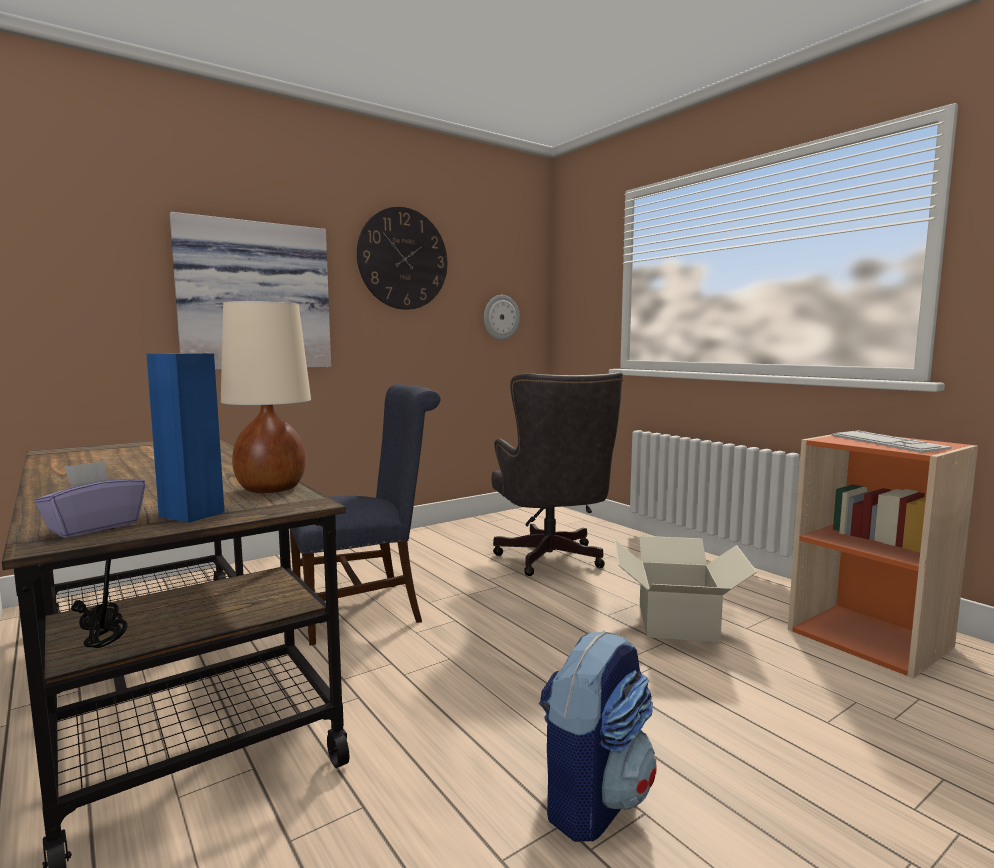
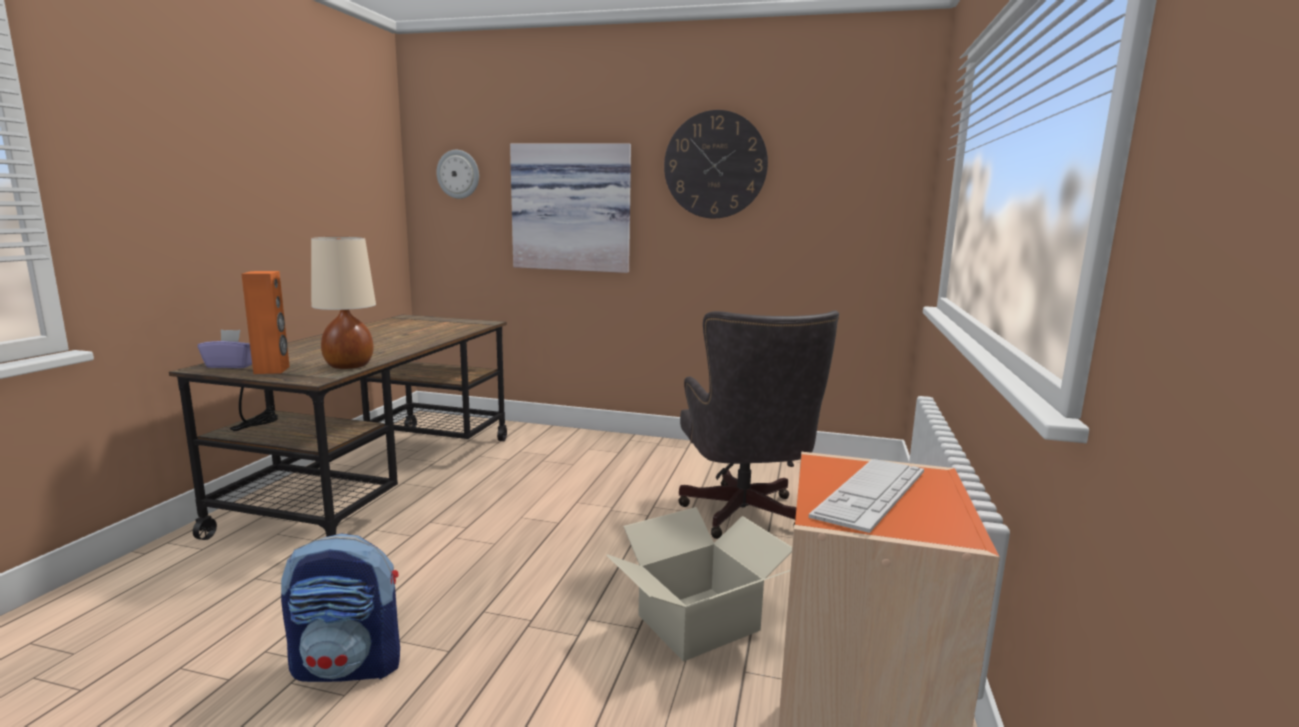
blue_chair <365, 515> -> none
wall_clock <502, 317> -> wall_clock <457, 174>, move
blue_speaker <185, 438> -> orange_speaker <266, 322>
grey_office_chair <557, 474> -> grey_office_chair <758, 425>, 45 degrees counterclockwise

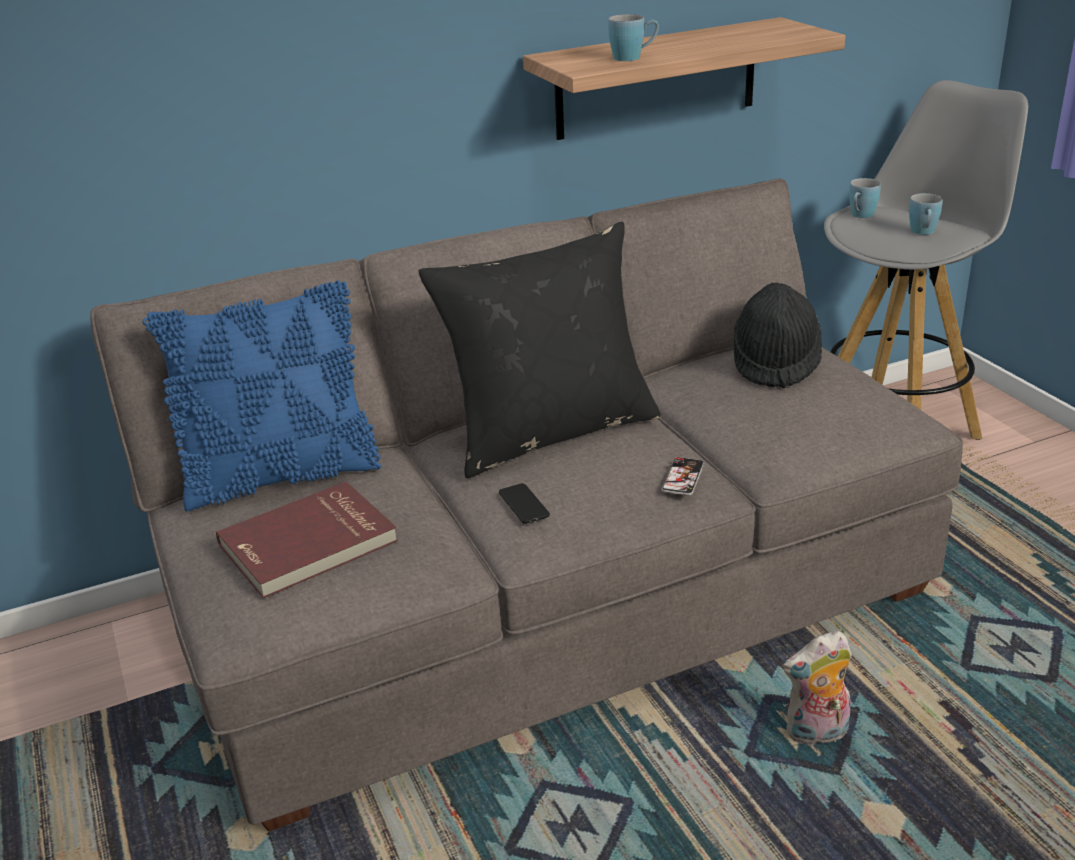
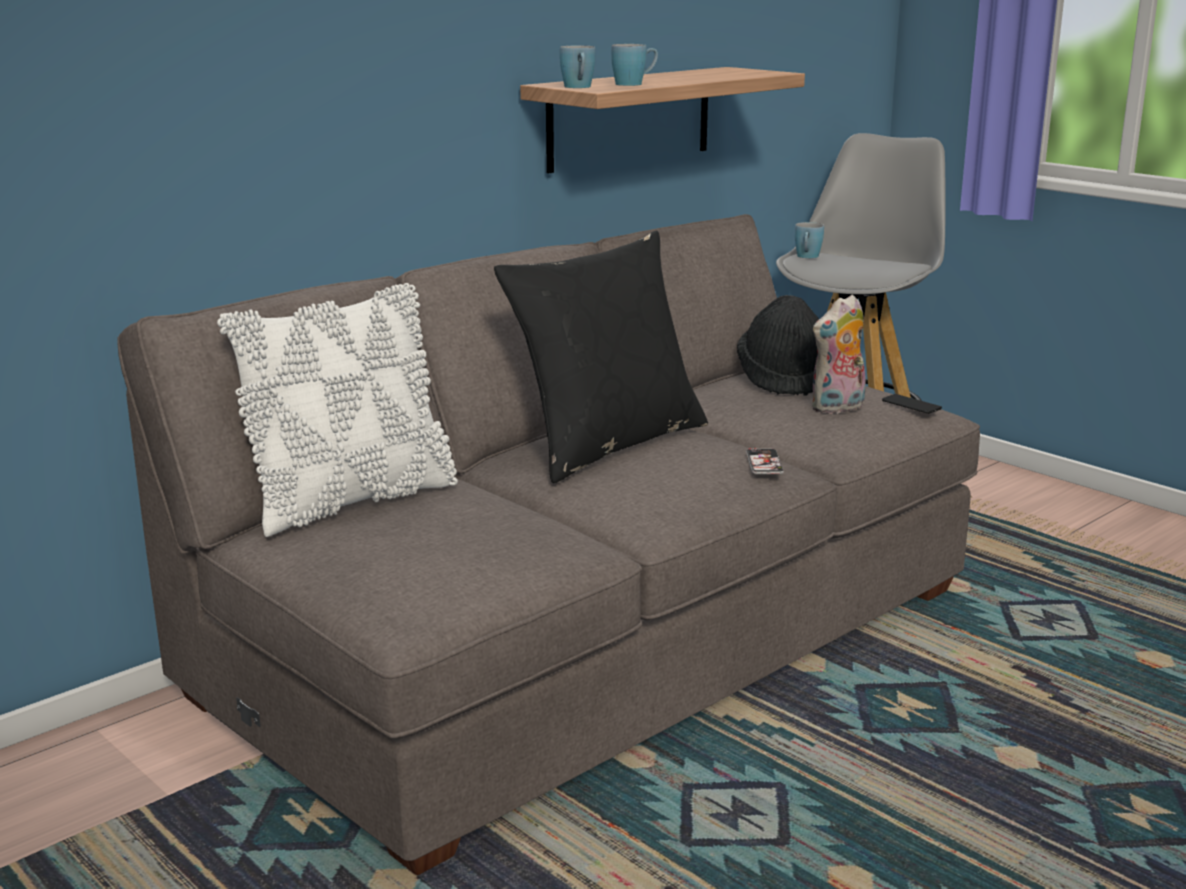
red_book <307, 540> -> none
phone <524, 503> -> phone <912, 404>, move
plush_toy <817, 688> -> plush_toy <838, 354>, move
blue_mug <926, 214> -> blue_mug <577, 66>, move
blue_pillow <261, 396> -> white_pillow <337, 410>

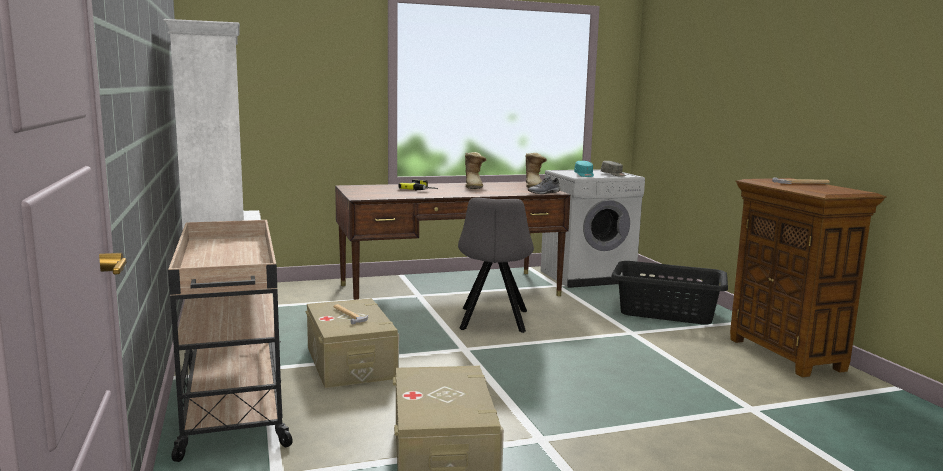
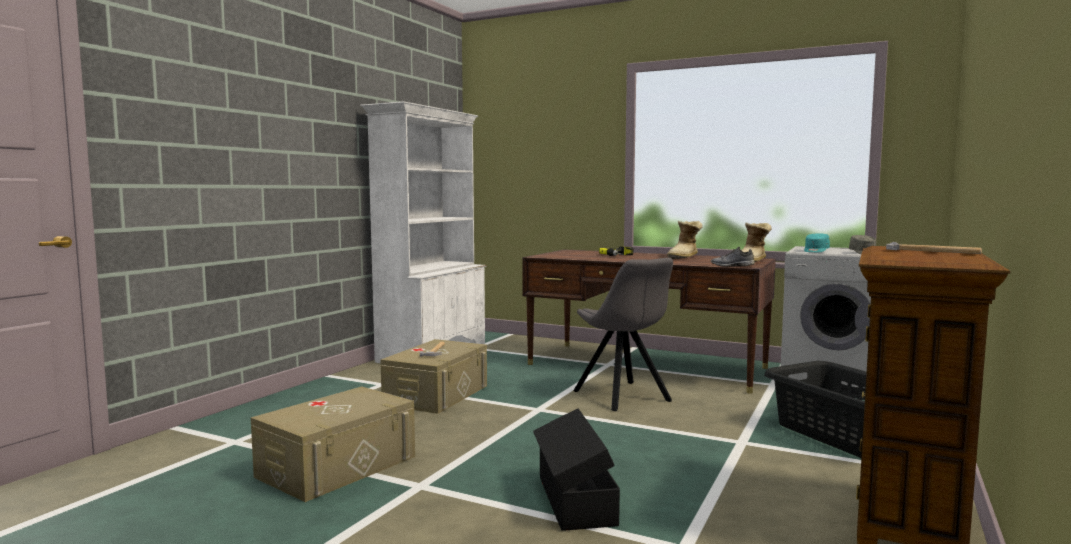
beige_cart <230, 341> -> none
none -> black_storage_box <576, 470>
grey_chair <496, 265> -> grey_chair <623, 334>, 75 degrees counterclockwise

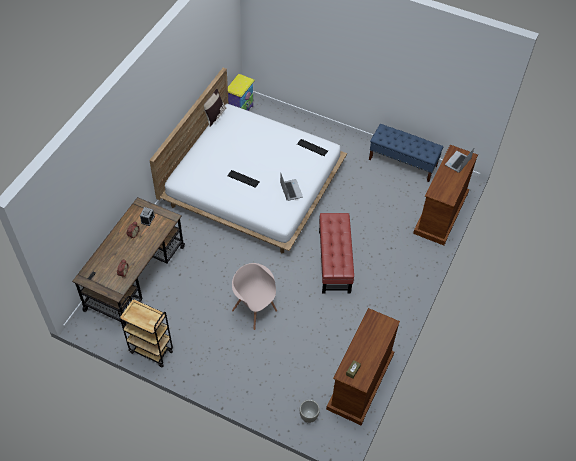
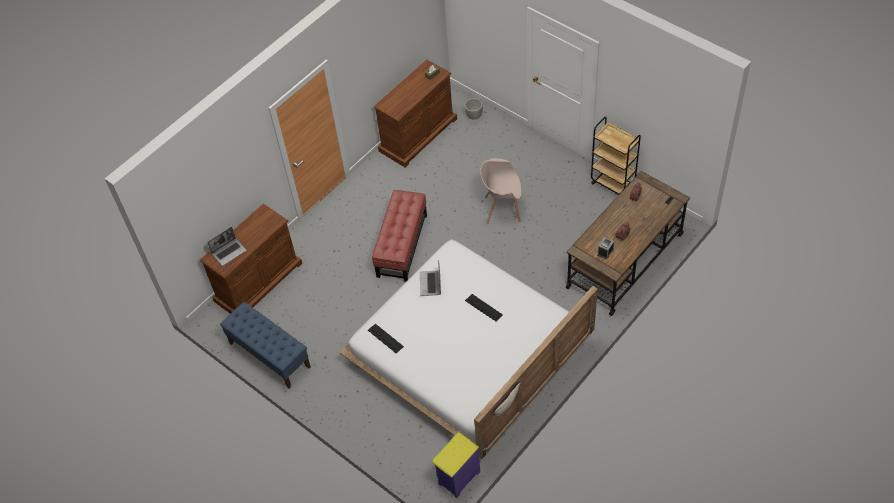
beige_chair <254, 296> -> beige_chair <500, 191>, 120 degrees clockwise

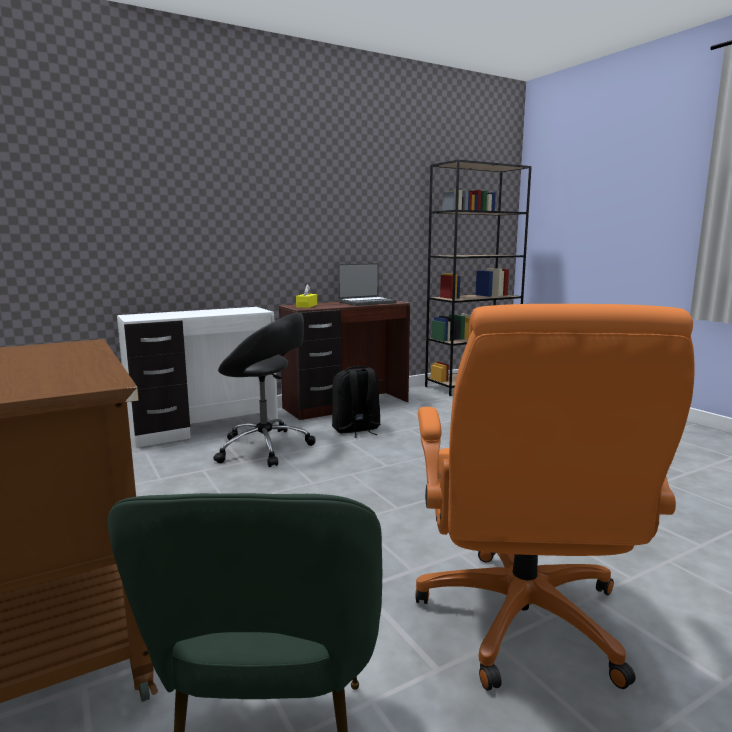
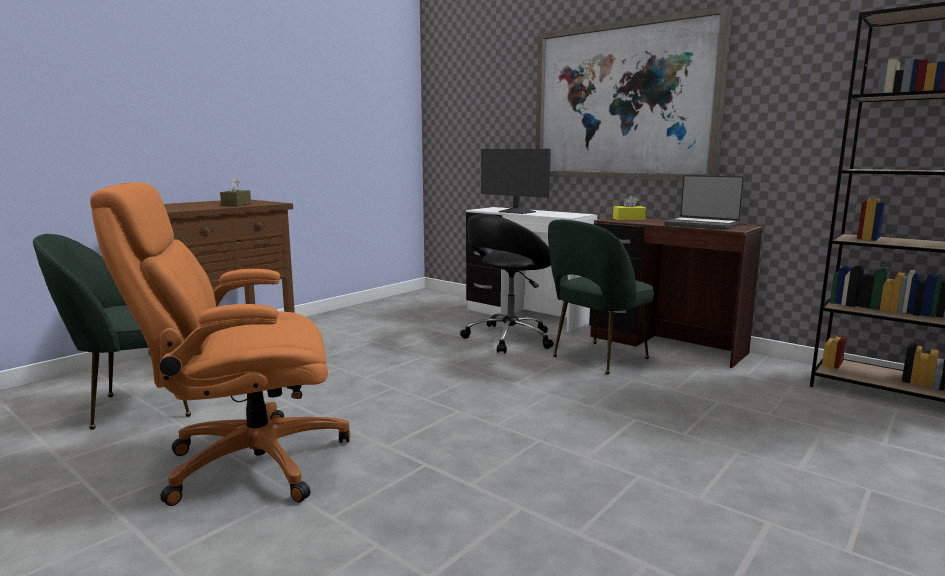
none -> brown_tissue_box <235, 192>
none -> monitor <516, 181>
none -> picture <633, 92>
black_backpack <356, 402> -> green_chair <601, 297>
black_office_chair <264, 389> -> black_office_chair <507, 283>, 45 degrees clockwise

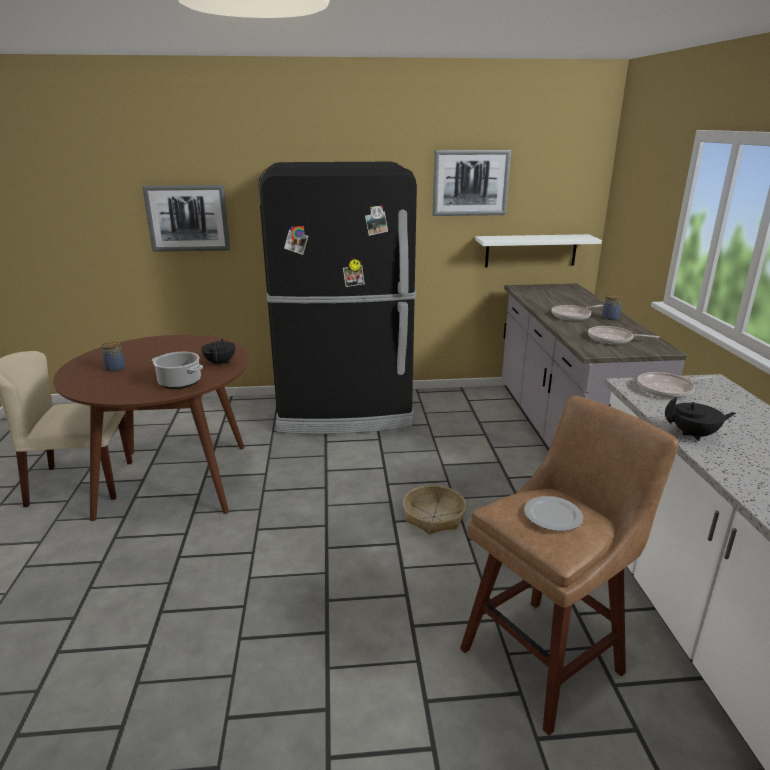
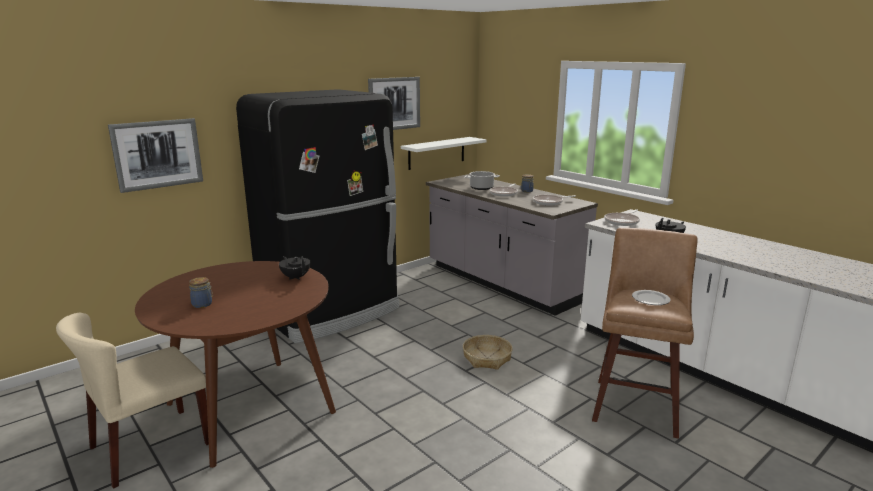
cooking_pot <177, 370> -> cooking_pot <482, 180>, move

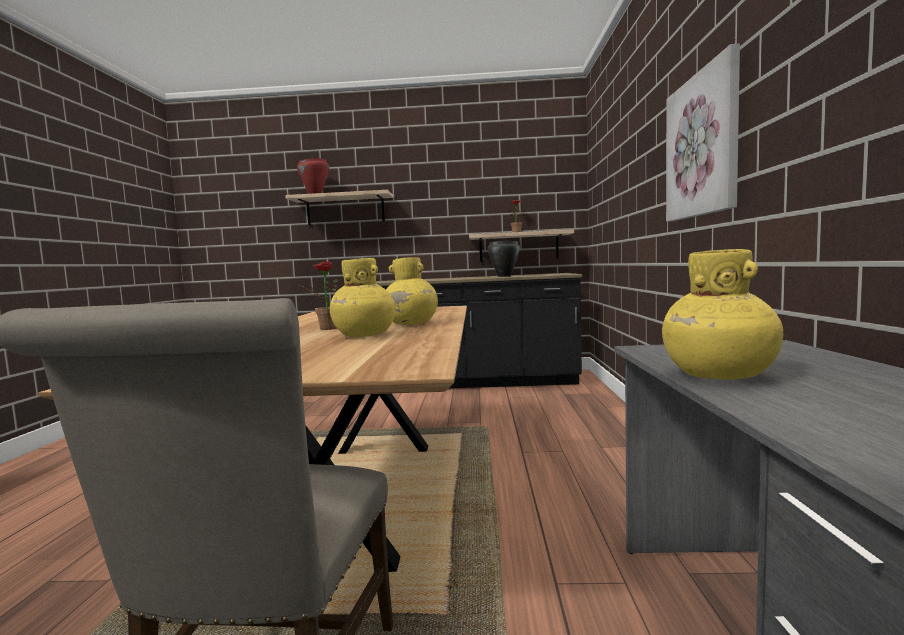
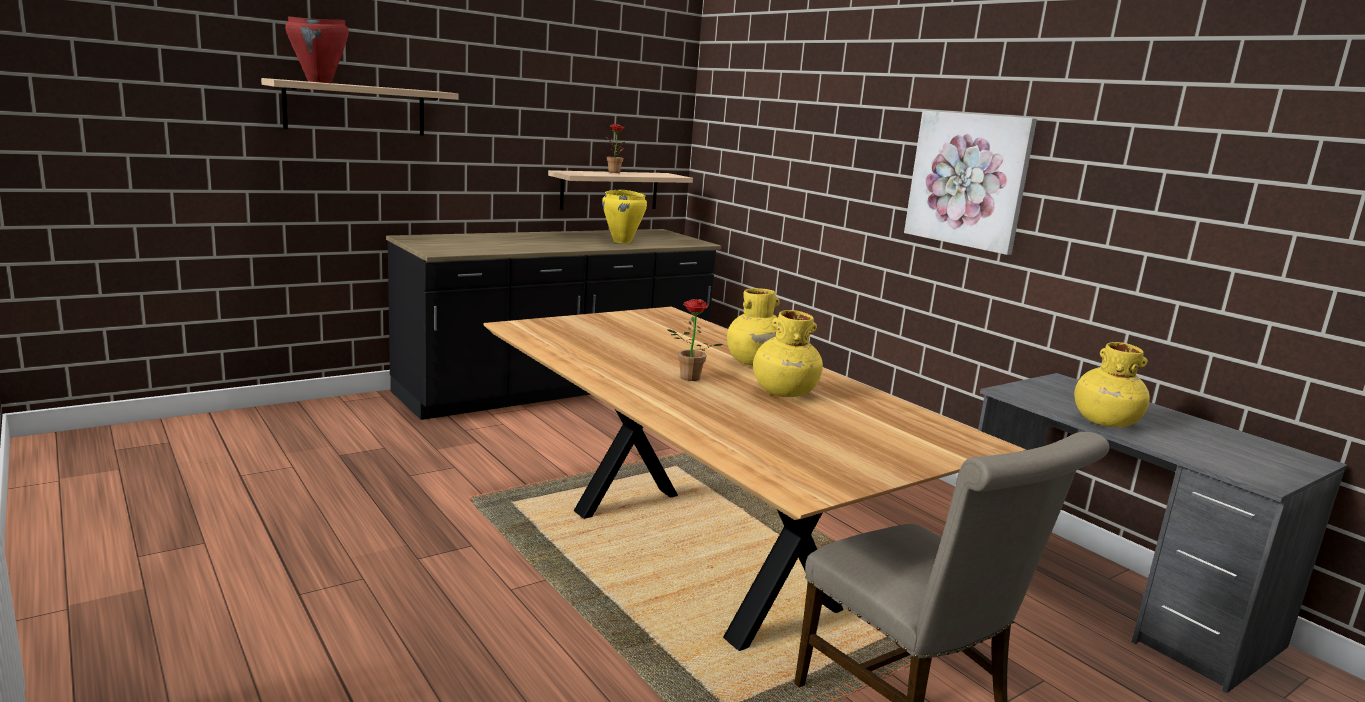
black_cooking_pot <504, 259> -> yellow_cooking_pot <624, 216>

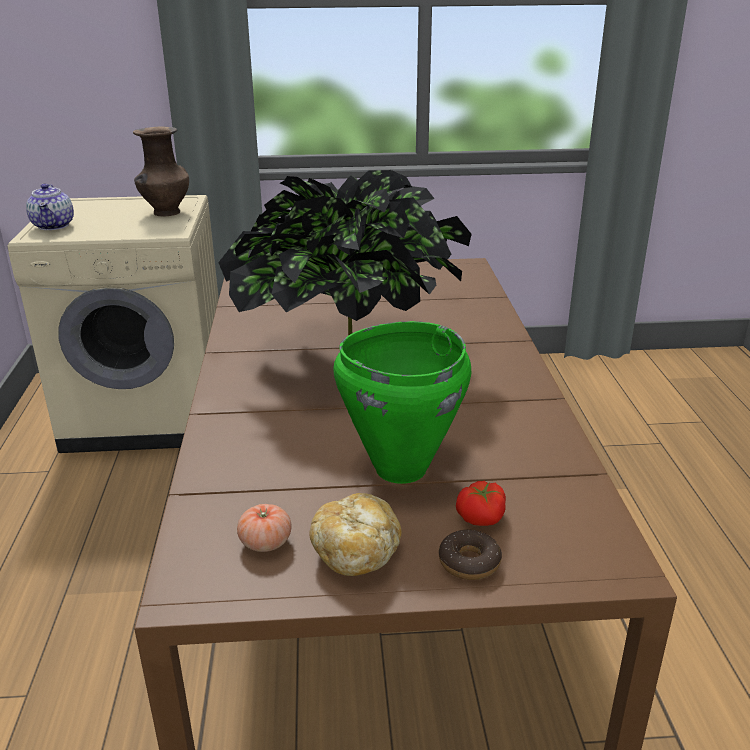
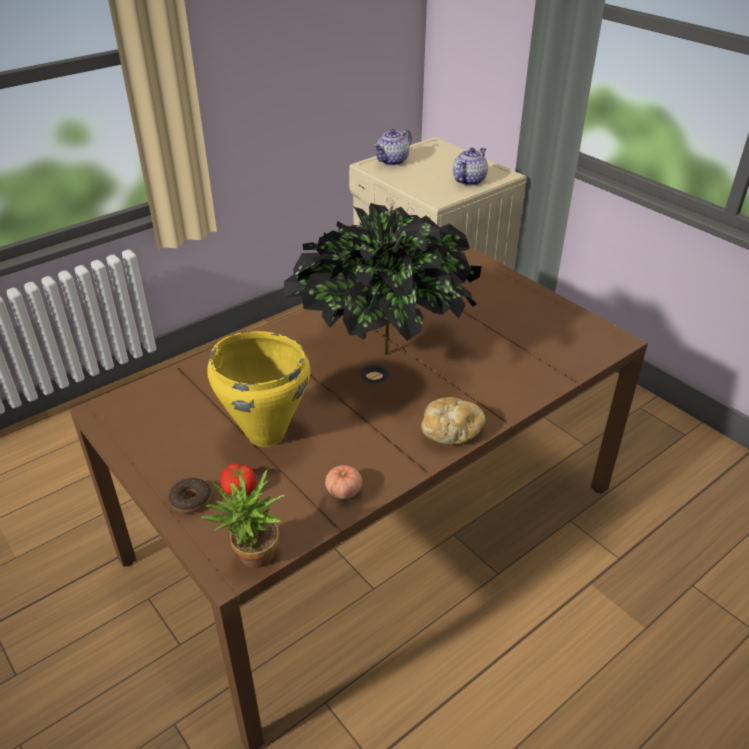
none -> potted_plant <243, 519>
tomato <264, 528> -> tomato <343, 482>, move
bread <355, 534> -> bread <453, 420>, move
brown_vase <161, 171> -> teapot <470, 166>
green_cooking_pot <402, 402> -> yellow_cooking_pot <259, 389>

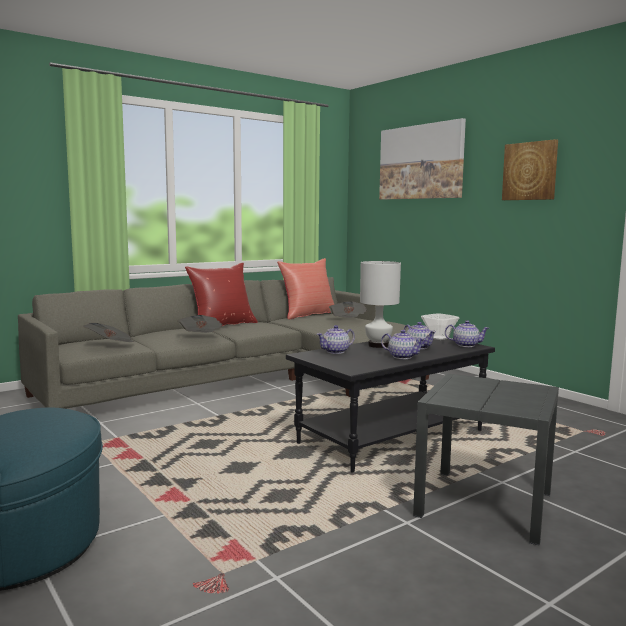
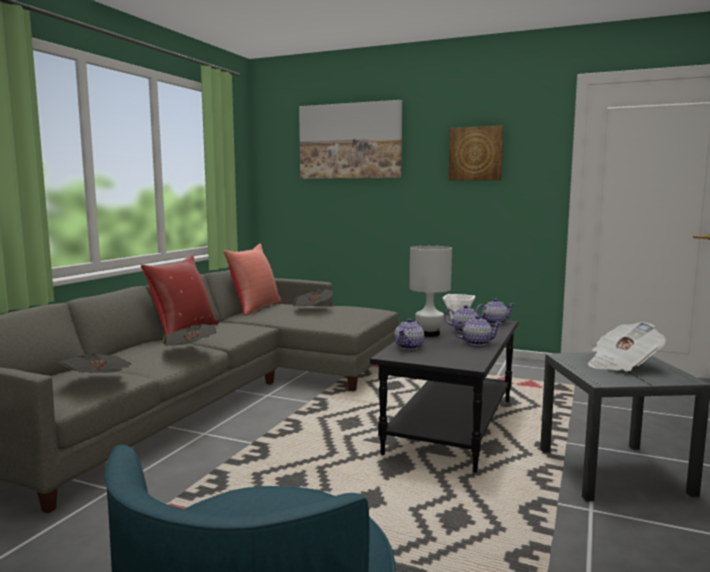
none -> newspaper <627, 346>

